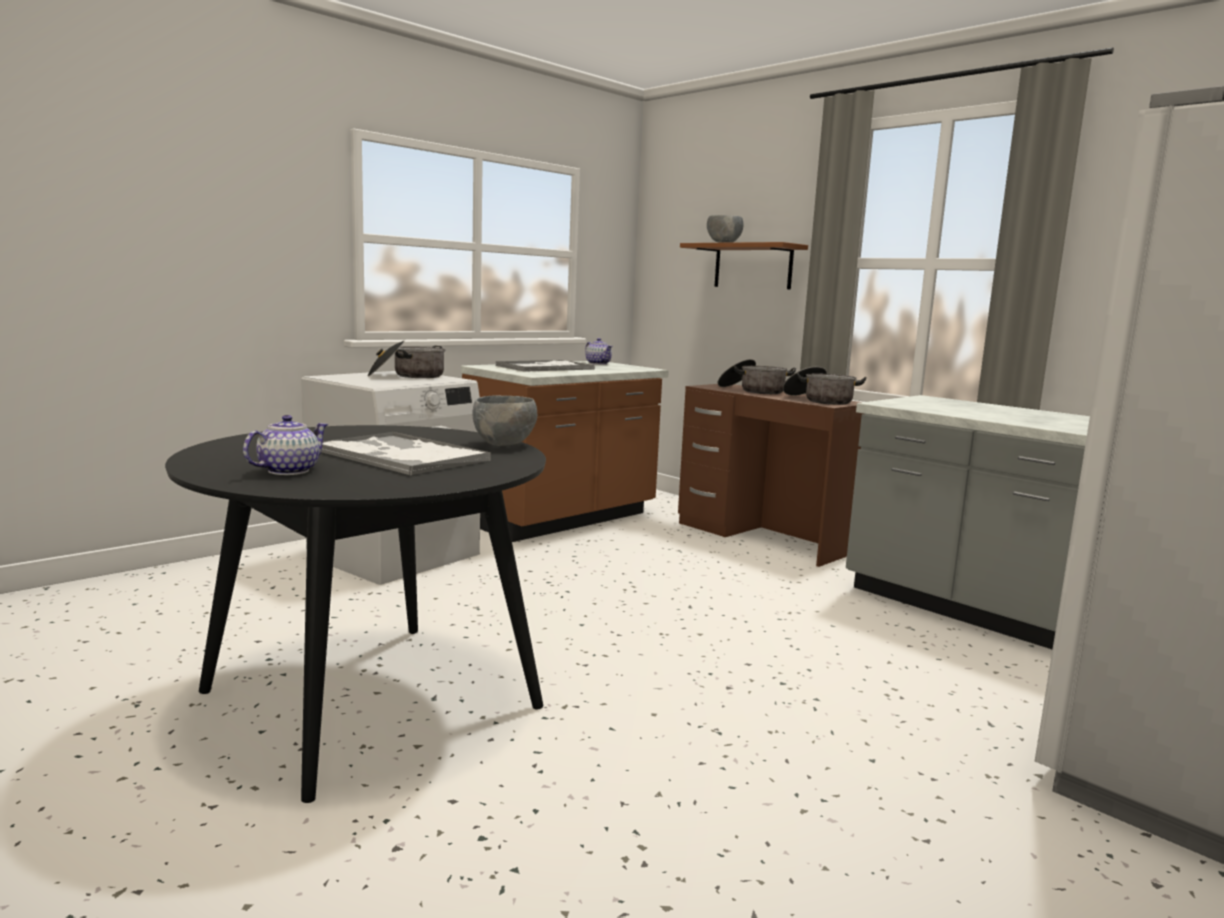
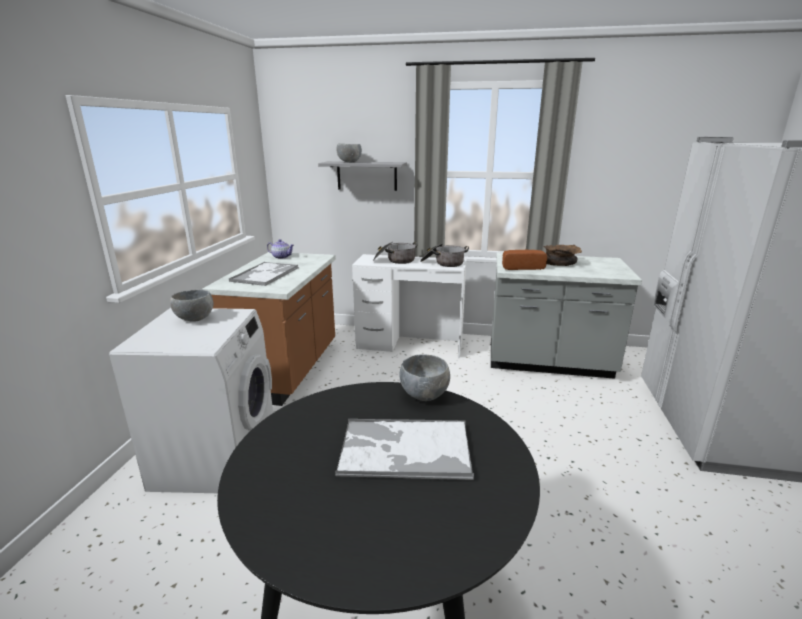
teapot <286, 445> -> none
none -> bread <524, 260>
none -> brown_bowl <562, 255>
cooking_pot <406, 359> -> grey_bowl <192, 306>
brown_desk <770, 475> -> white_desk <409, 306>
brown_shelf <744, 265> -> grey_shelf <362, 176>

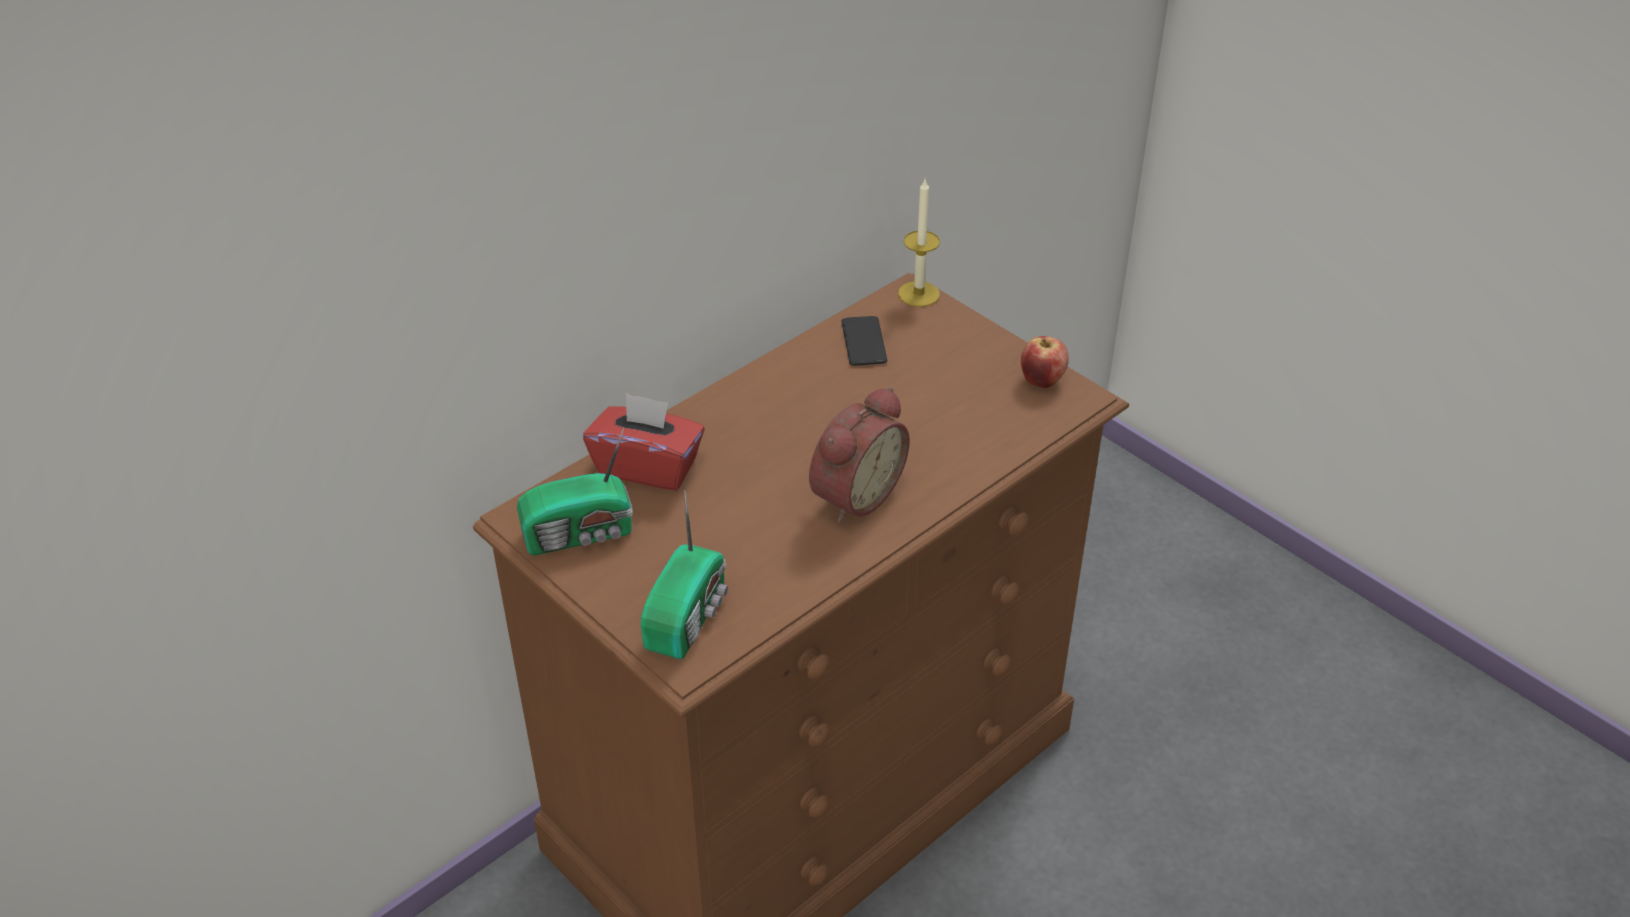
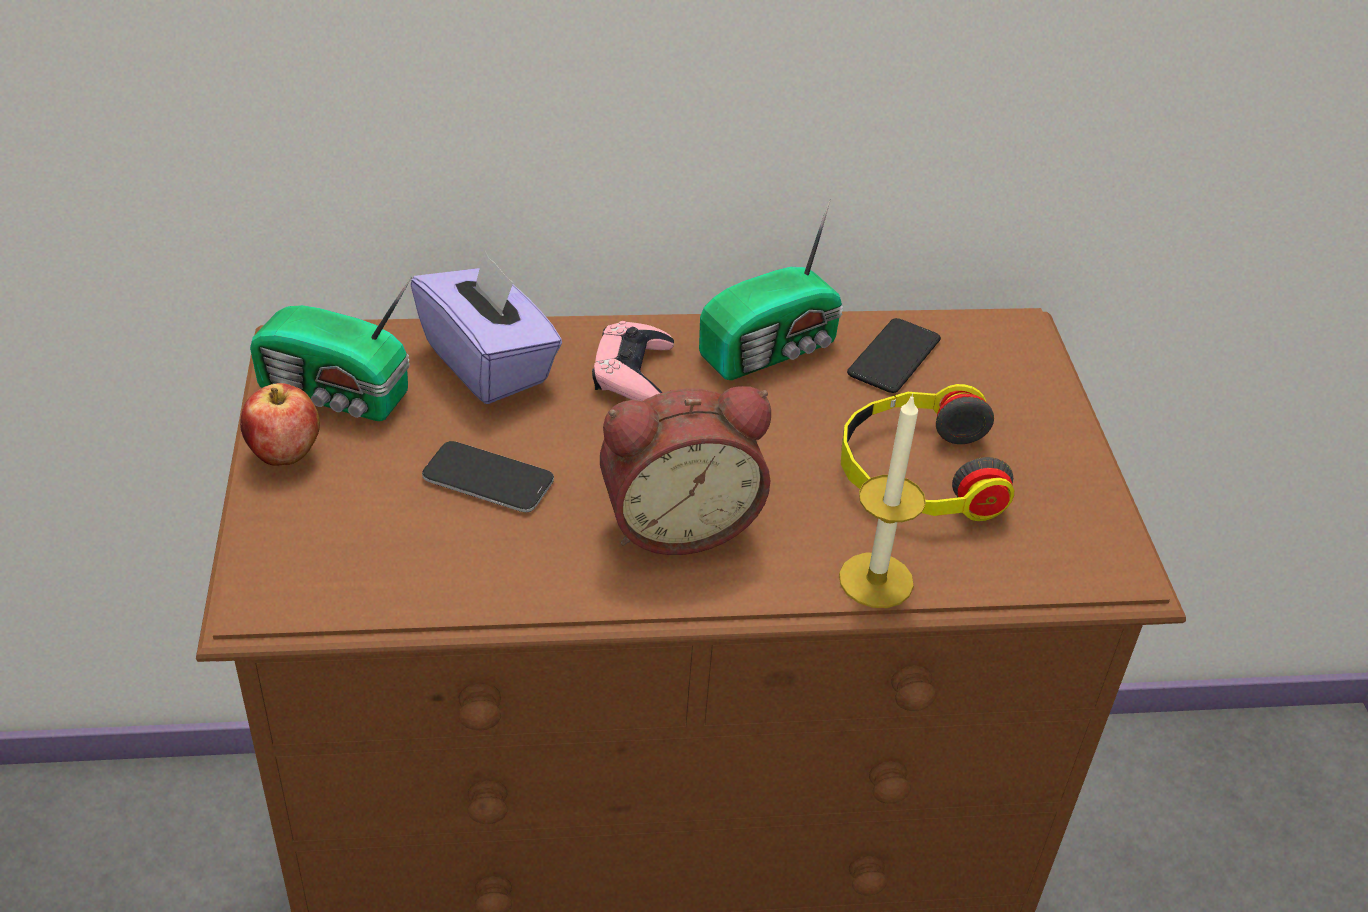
none -> phone <488, 476>
none -> pink_game_controller <633, 361>
none -> headphones <927, 452>
radio <684, 574> -> radio <771, 290>, move
candle <919, 243> -> candle <882, 501>, move
apple <1045, 362> -> apple <280, 424>, move
red_tissue_box <644, 441> -> purple_tissue_box <486, 327>

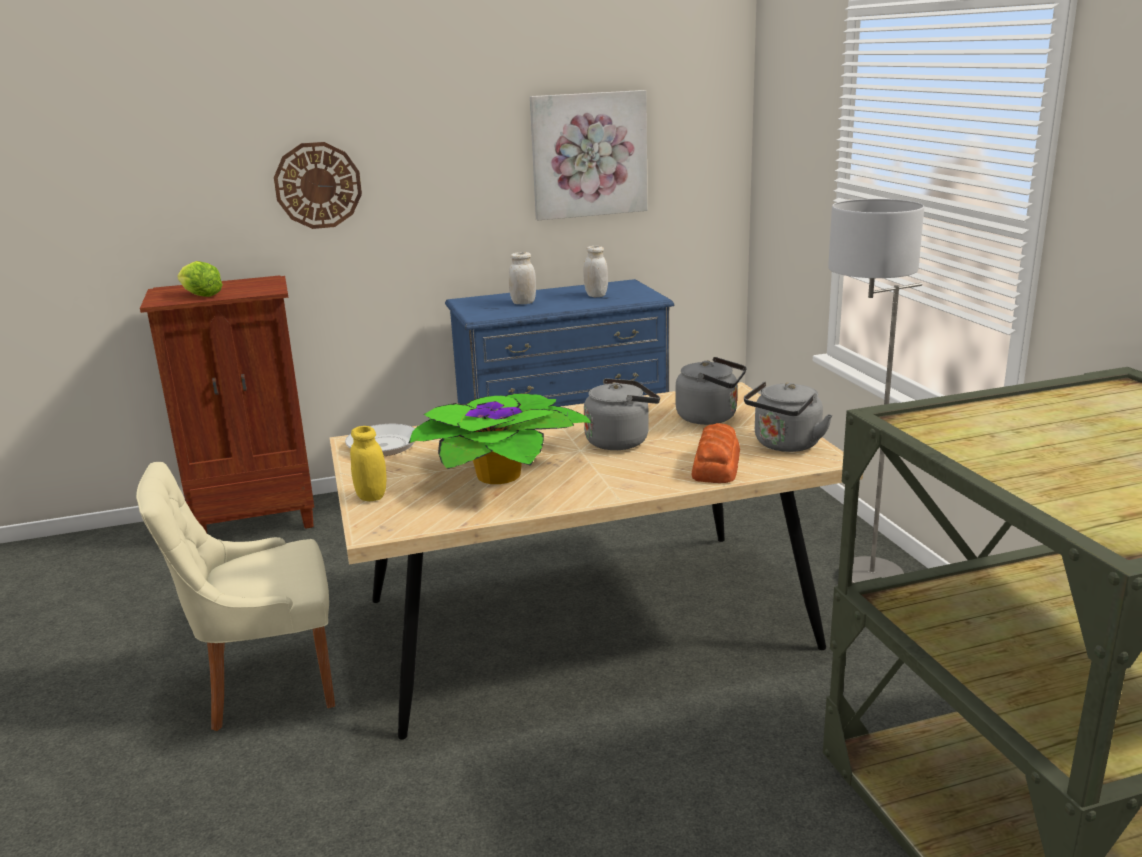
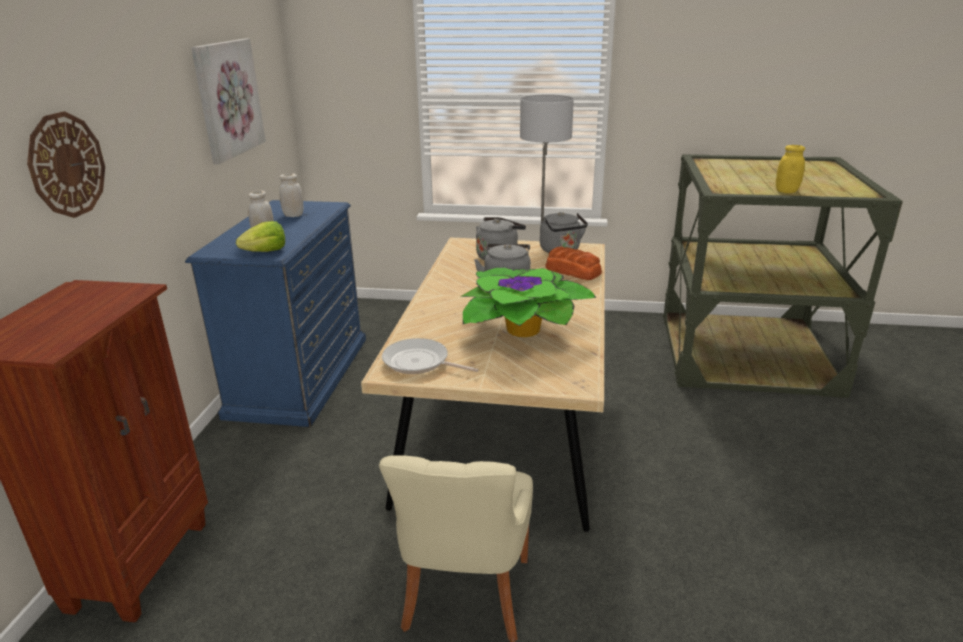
lettuce <200, 279> -> lettuce <260, 236>, move
yellow_jar <368, 463> -> yellow_jar <790, 169>, move

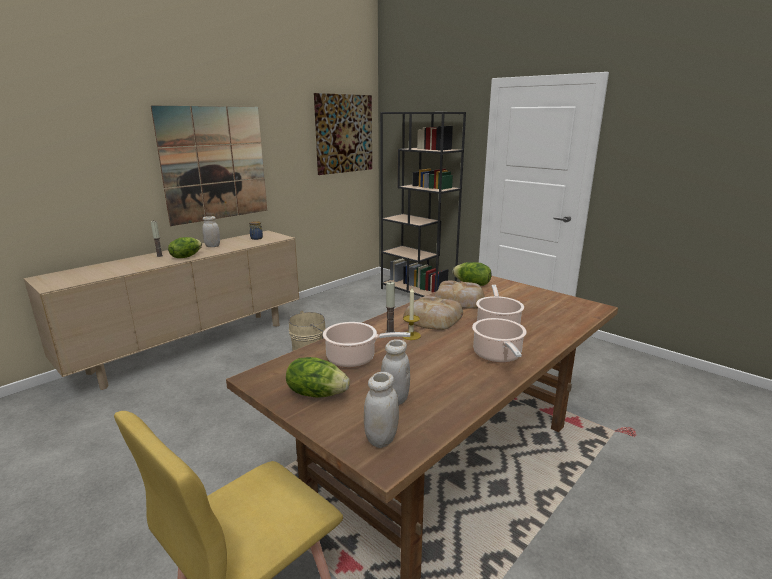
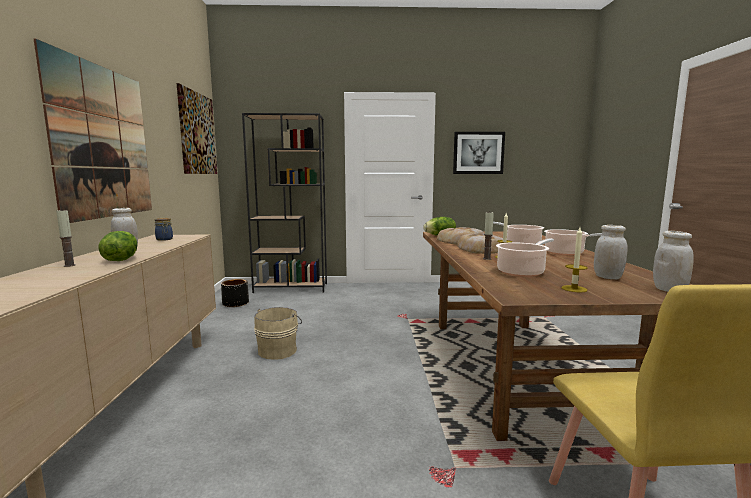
none -> black_planter <235, 293>
none -> picture <479, 153>
lettuce <318, 377> -> candle <575, 260>

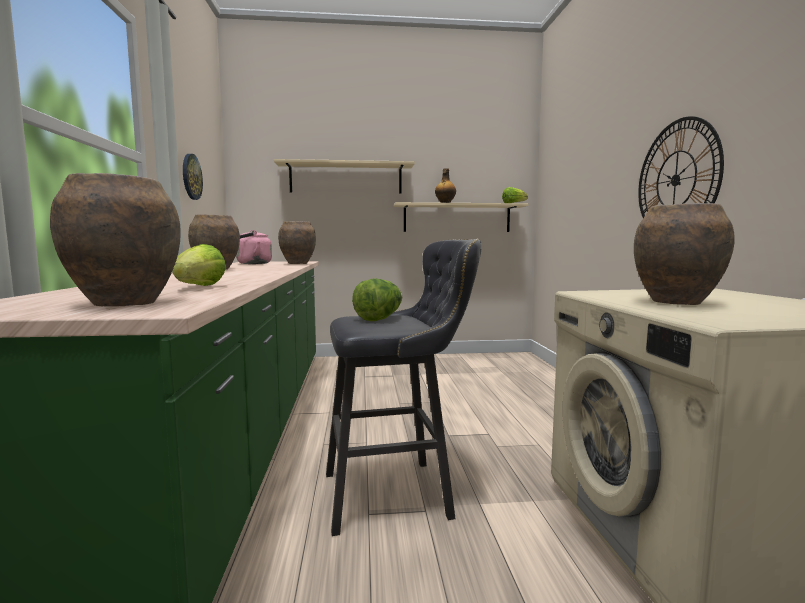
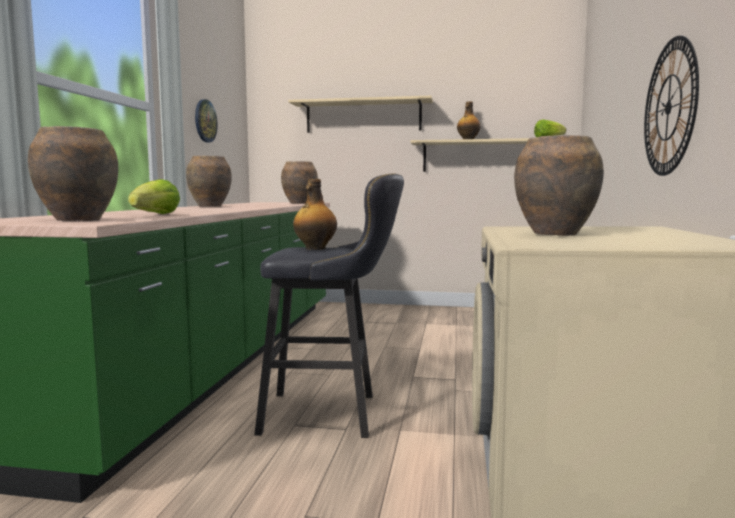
pink_kettle <254, 247> -> none
lettuce <377, 299> -> bottle <315, 214>

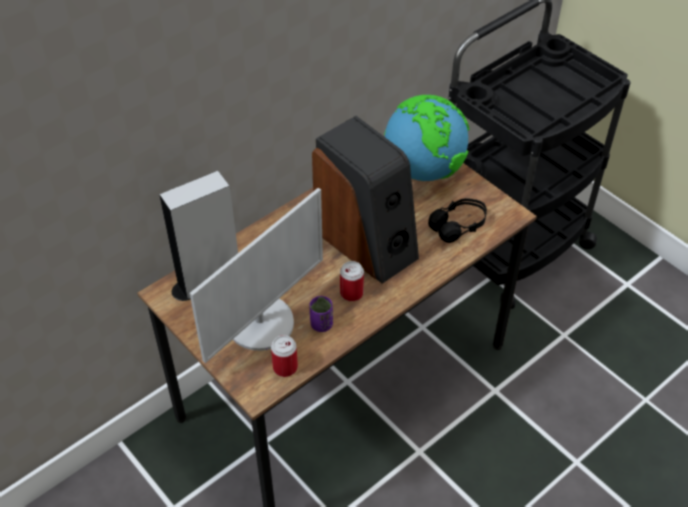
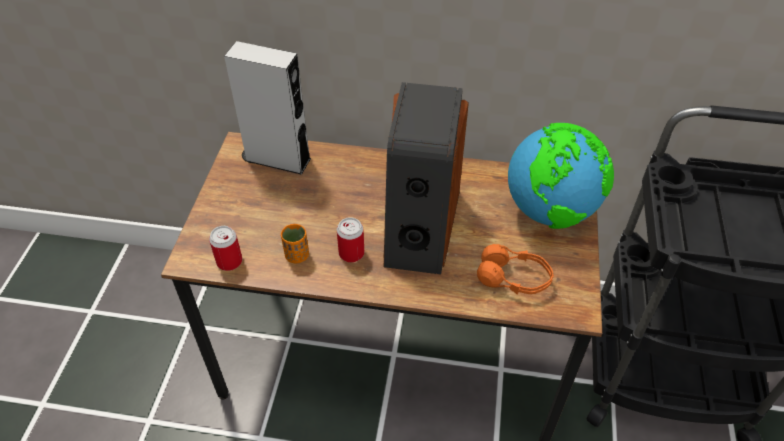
monitor <256, 275> -> none
purple_cup <321, 314> -> orange_cup <295, 243>
black_headphones <457, 220> -> orange_headphones <515, 269>

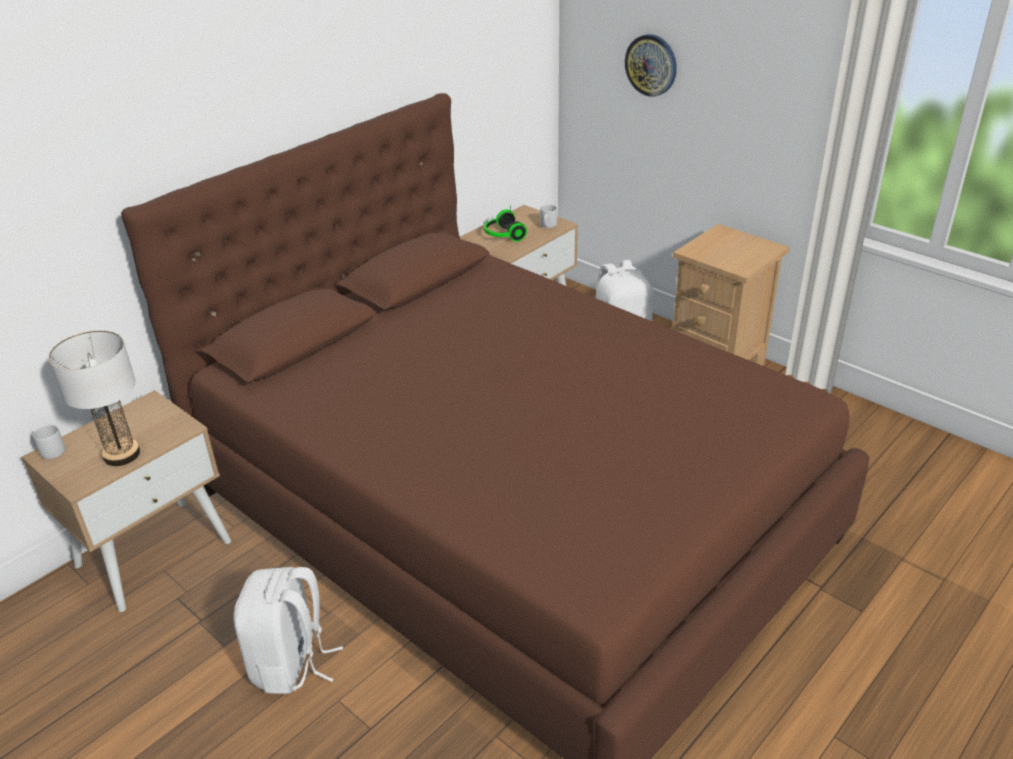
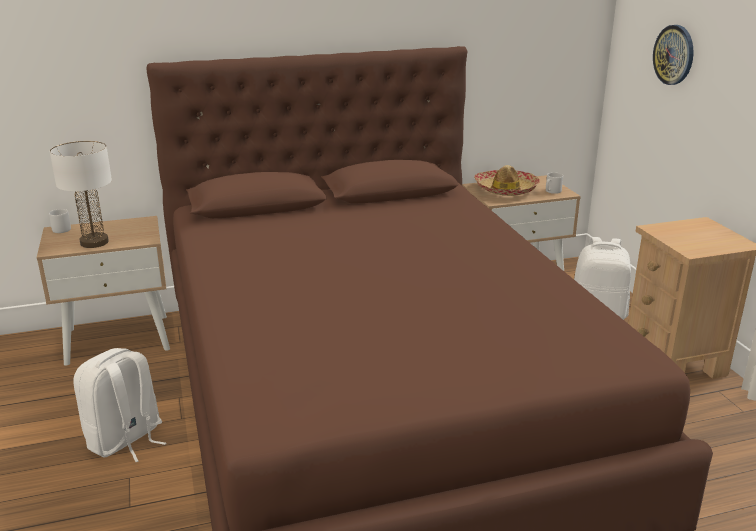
headphones <505, 224> -> hat <507, 180>

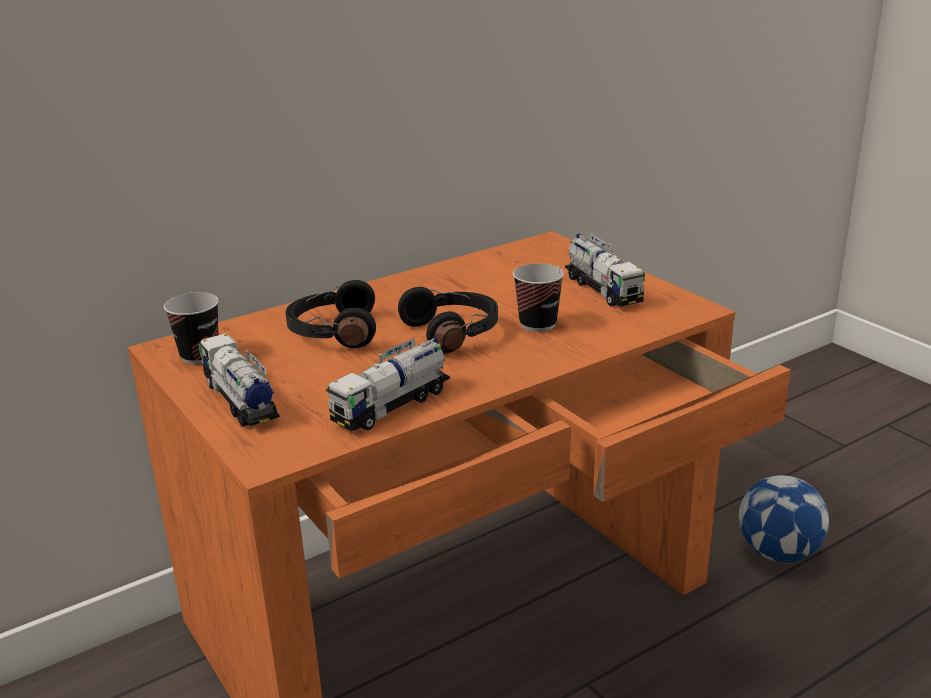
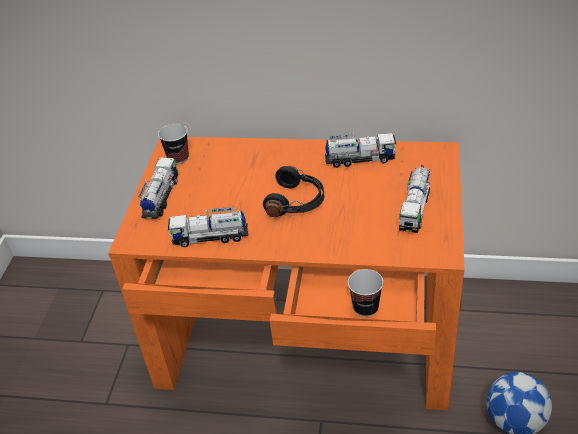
black_headphones <330, 314> -> none
none -> toy_truck <360, 150>
cup <538, 297> -> cup <365, 293>, move

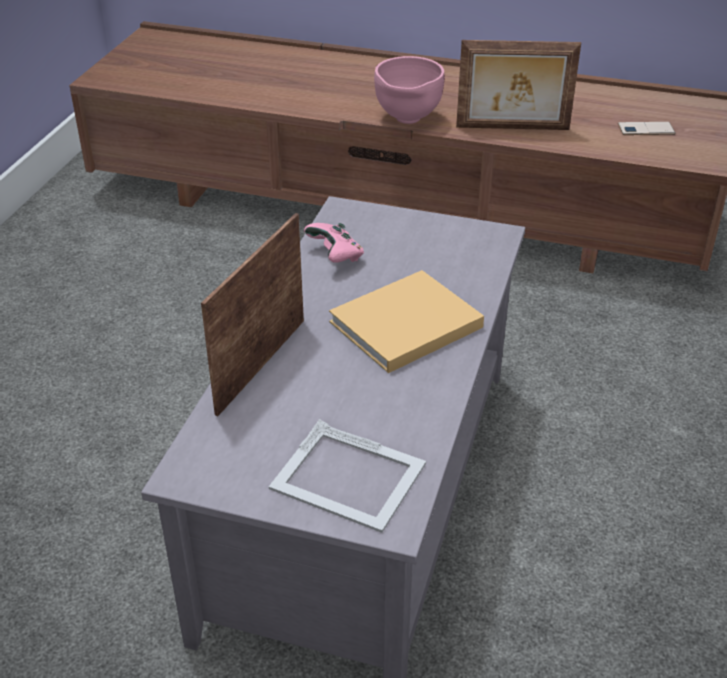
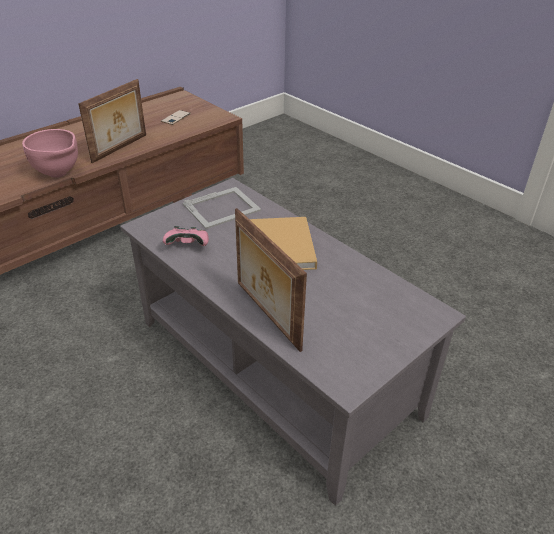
picture_frame <347, 476> -> picture_frame <222, 208>, move

